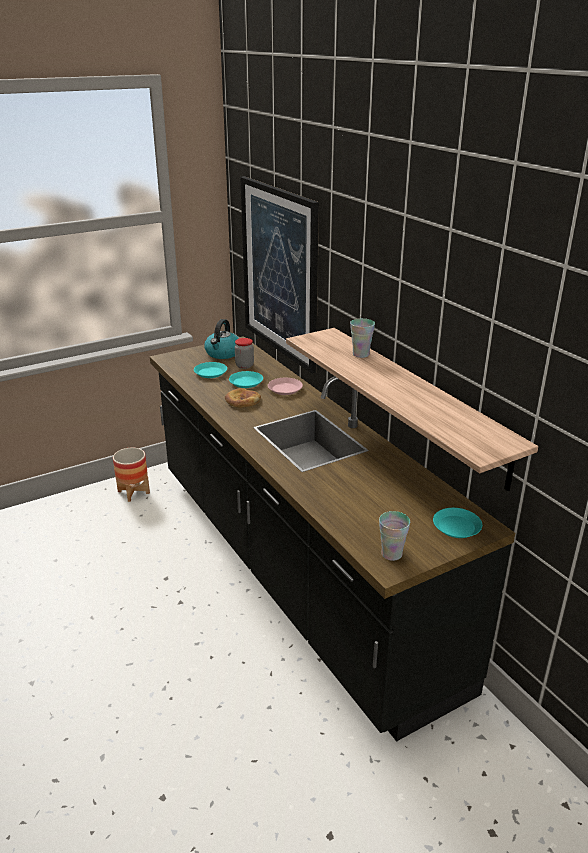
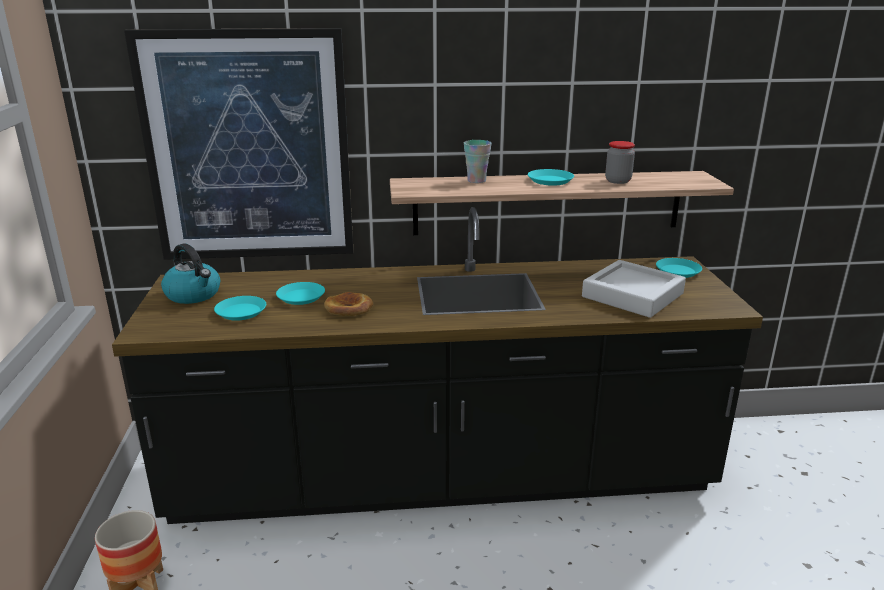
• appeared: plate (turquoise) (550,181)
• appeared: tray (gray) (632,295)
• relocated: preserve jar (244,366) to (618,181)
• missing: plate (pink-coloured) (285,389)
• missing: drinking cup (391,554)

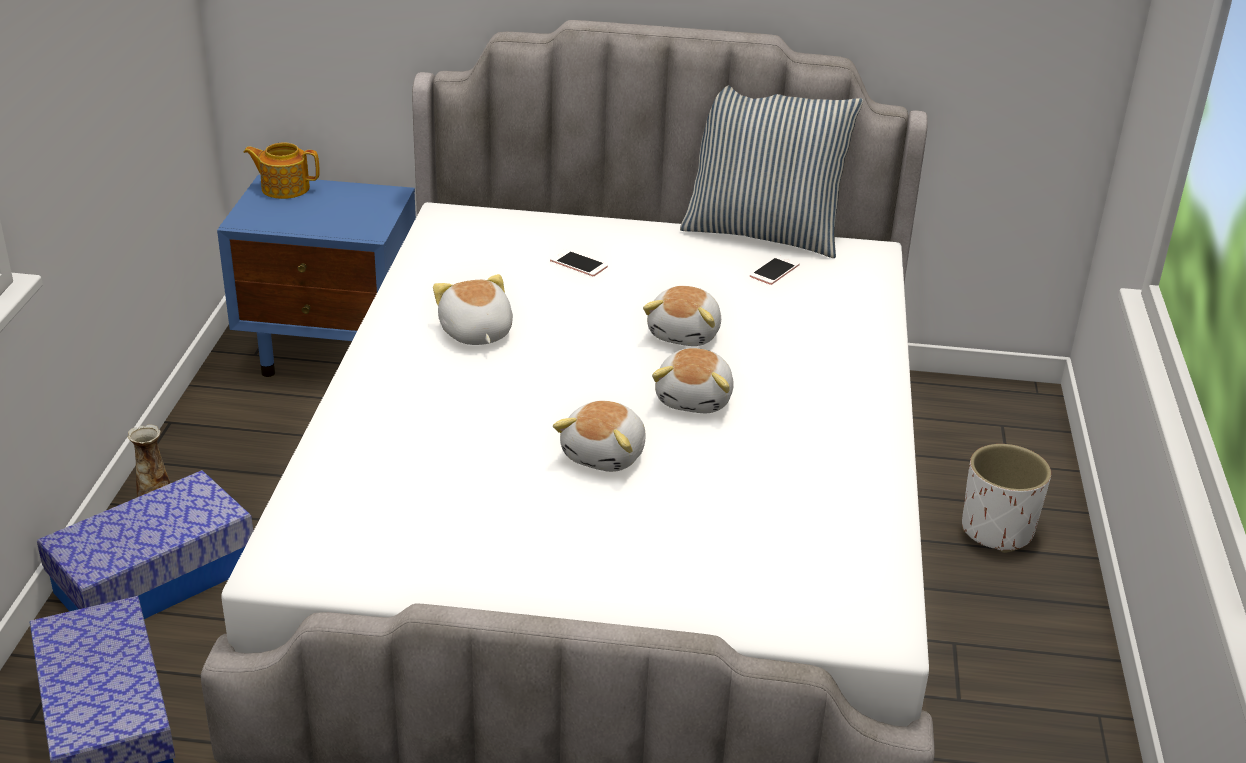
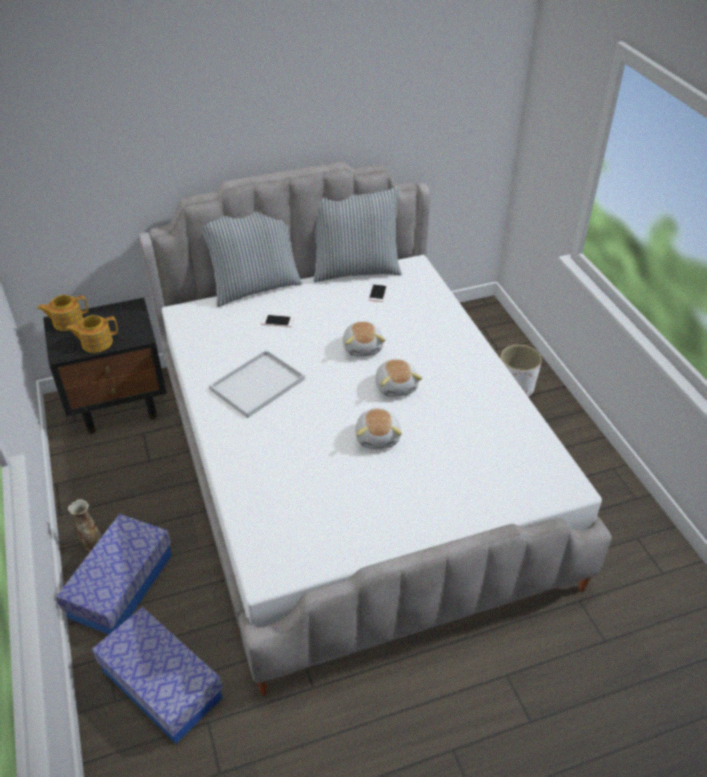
• colour: nightstand (blue-coloured) (333,353) to nightstand (black) (120,404)
• appeared: teapot (96,343)
• appeared: cushion (255,287)
• exchanged: soft toy (475,333) to tray (white-coloured) (256,385)

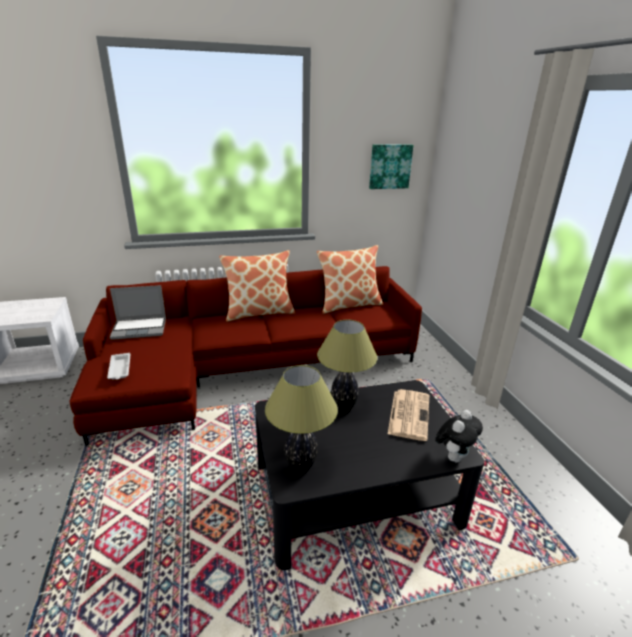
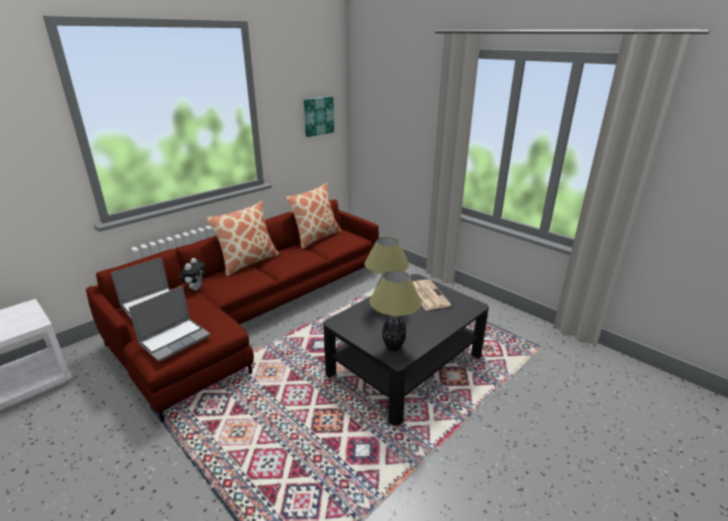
• exchanged: tray (white-coloured) (120,369) to notebook computer (175,339)
• relocated: soft toy (453,456) to (195,288)

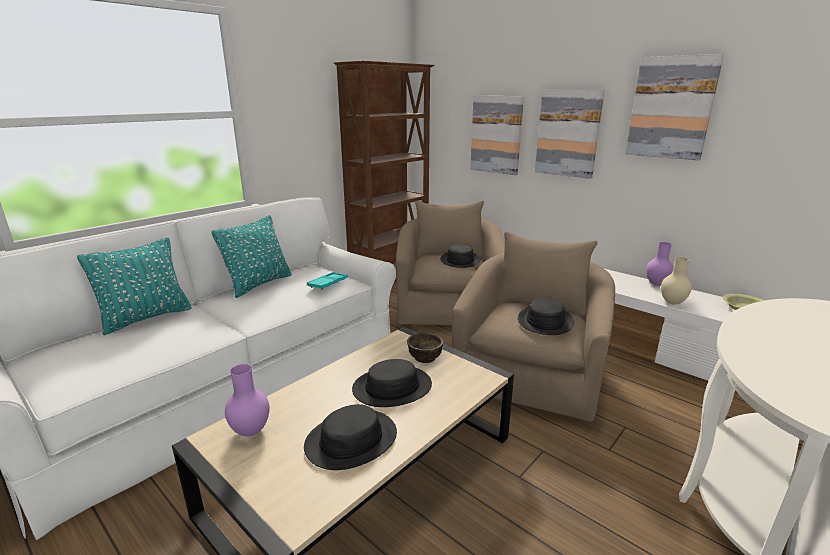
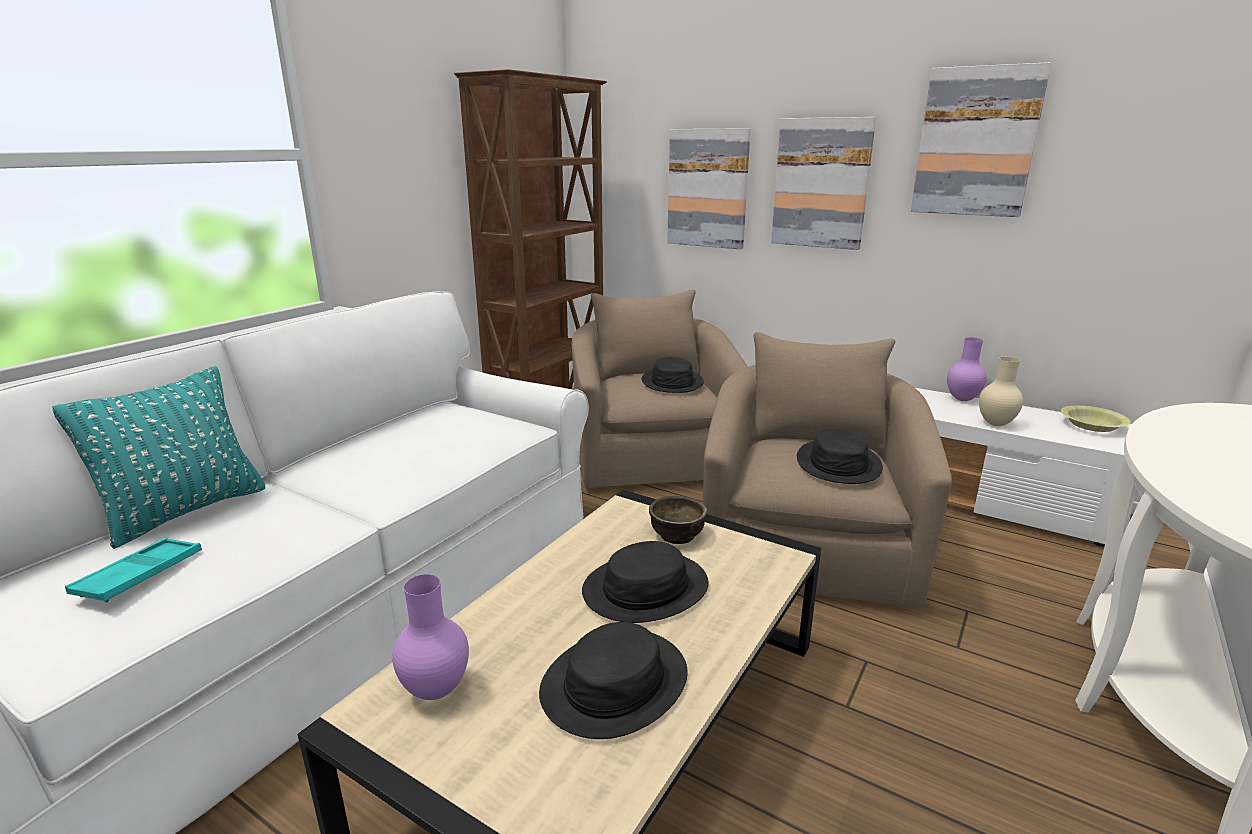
• relocated: tray (turquoise) (328,283) to (140,575)
• missing: cushion (turquoise) (258,284)

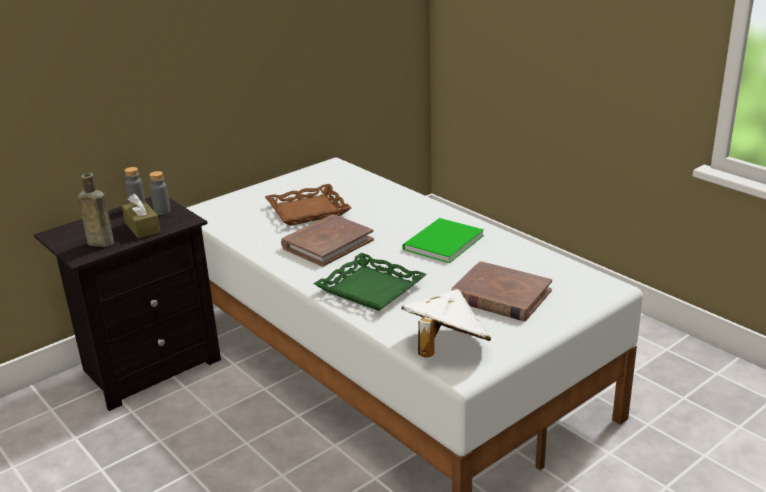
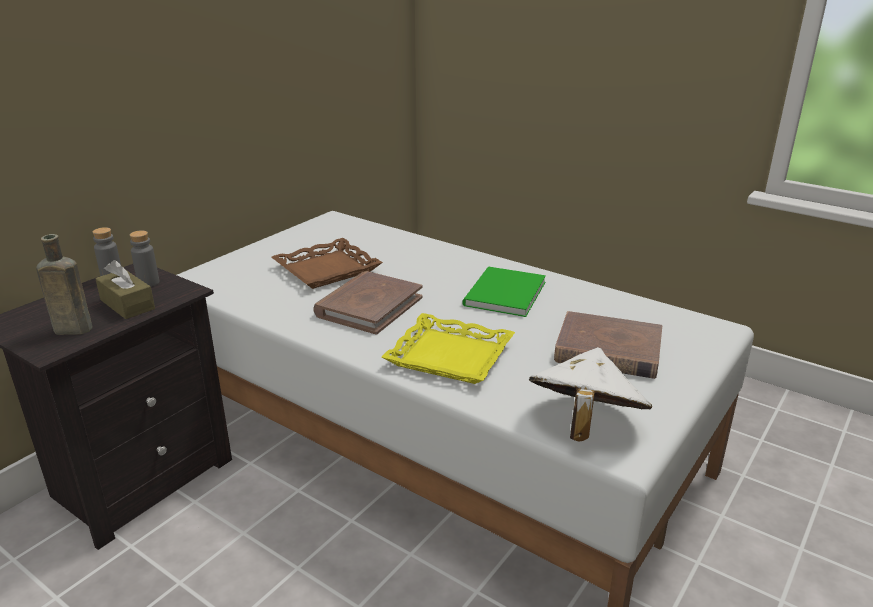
• colour: tray (green-coloured) (370,289) to tray (yellow-coloured) (449,356)

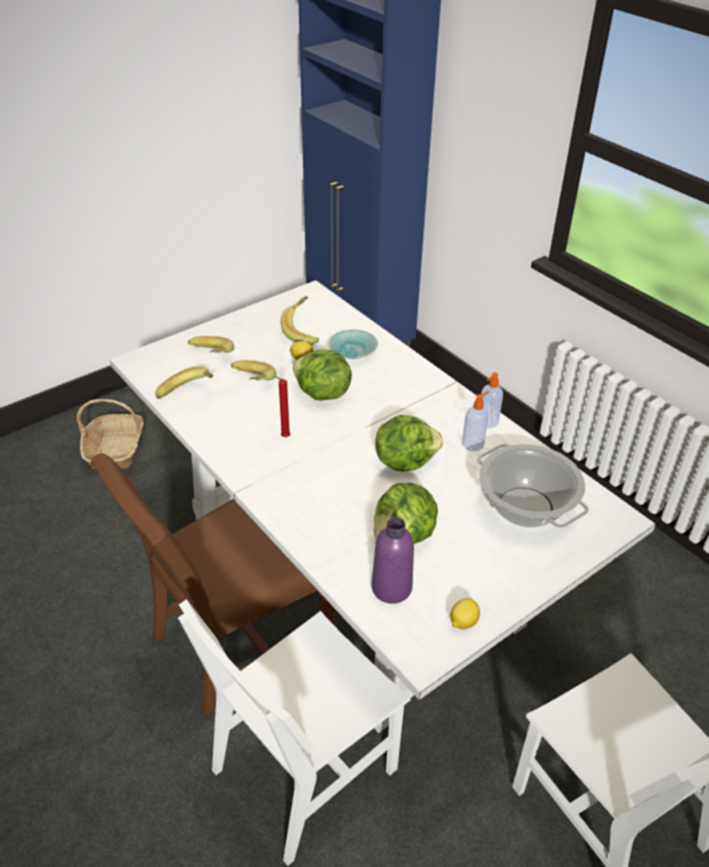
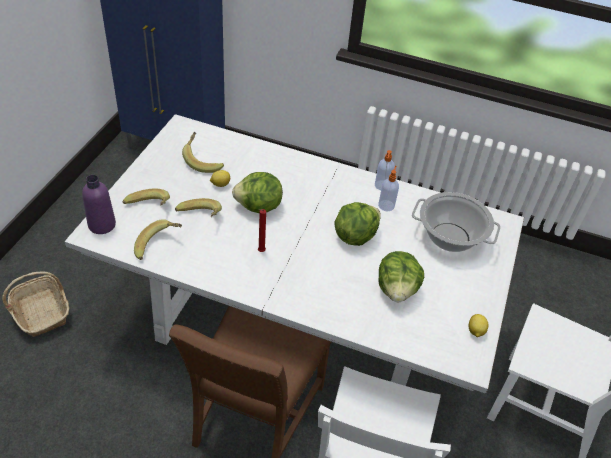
• relocated: bottle (purple) (391,588) to (102,225)
• missing: bowl (turquoise) (351,353)

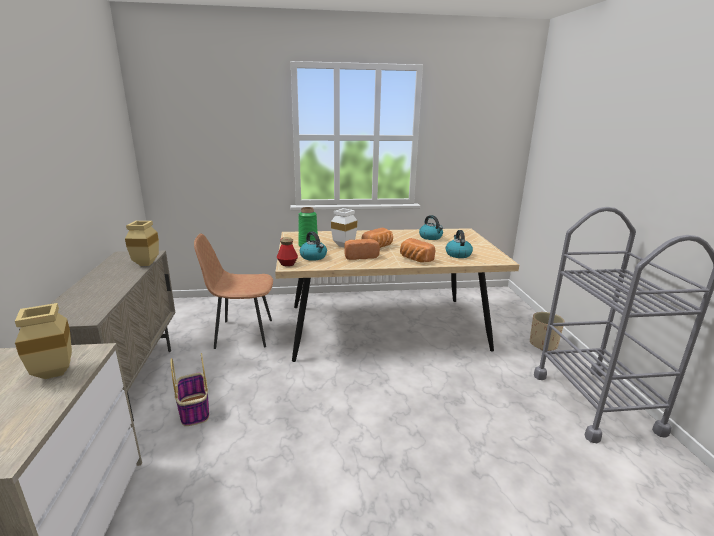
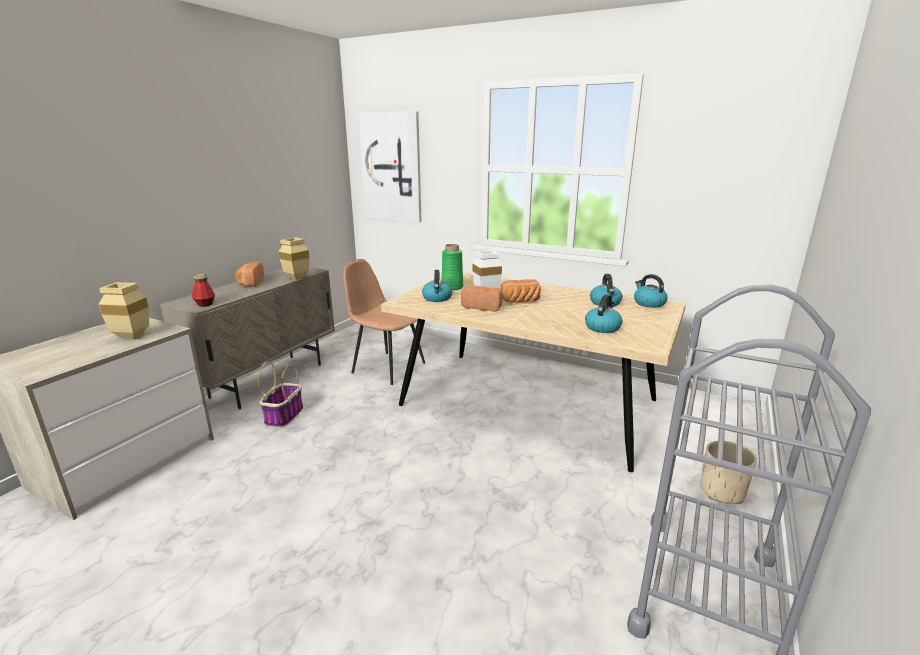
• relocated: bottle (287,264) to (205,304)
• relocated: baked bread (414,259) to (250,283)
• appeared: wall art (392,167)
• appeared: water kettle (648,303)

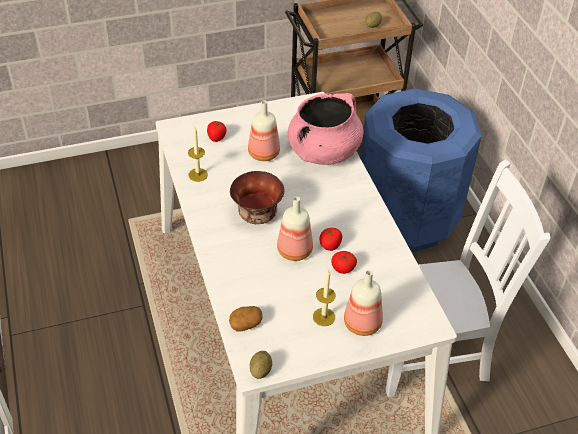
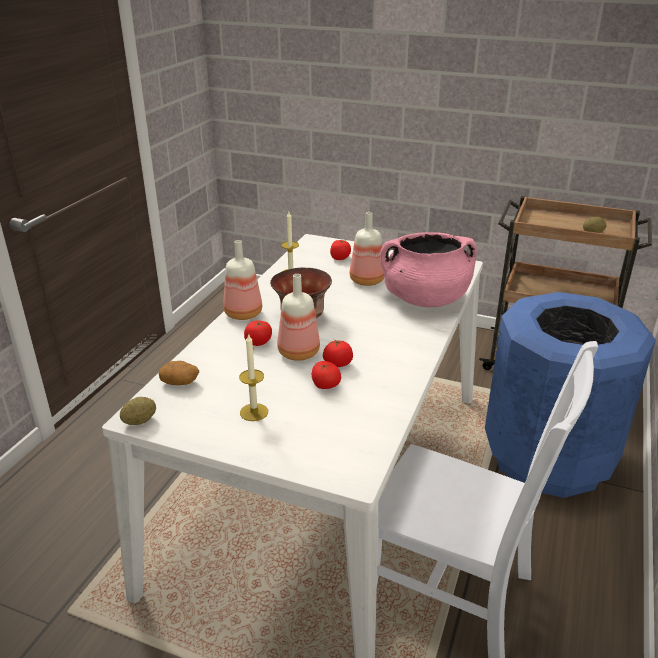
• relocated: bottle (363,323) to (244,314)
• appeared: tomato (258,342)

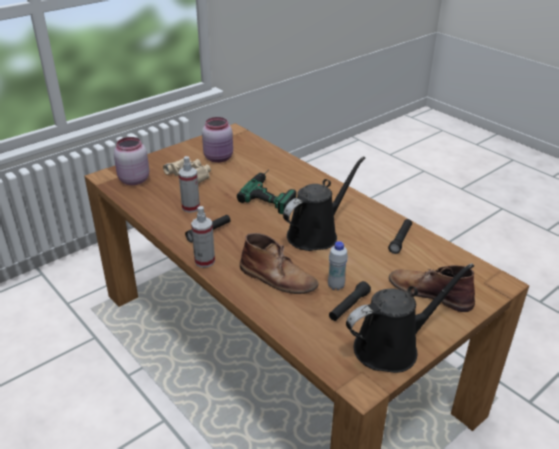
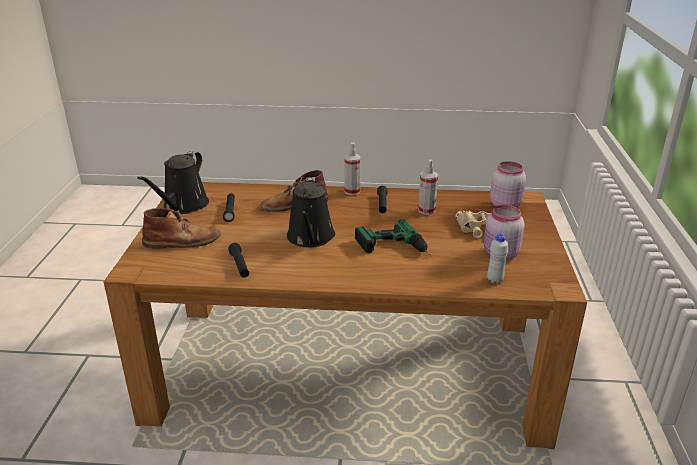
• relocated: bottle (white-coloured) (336,286) to (494,280)

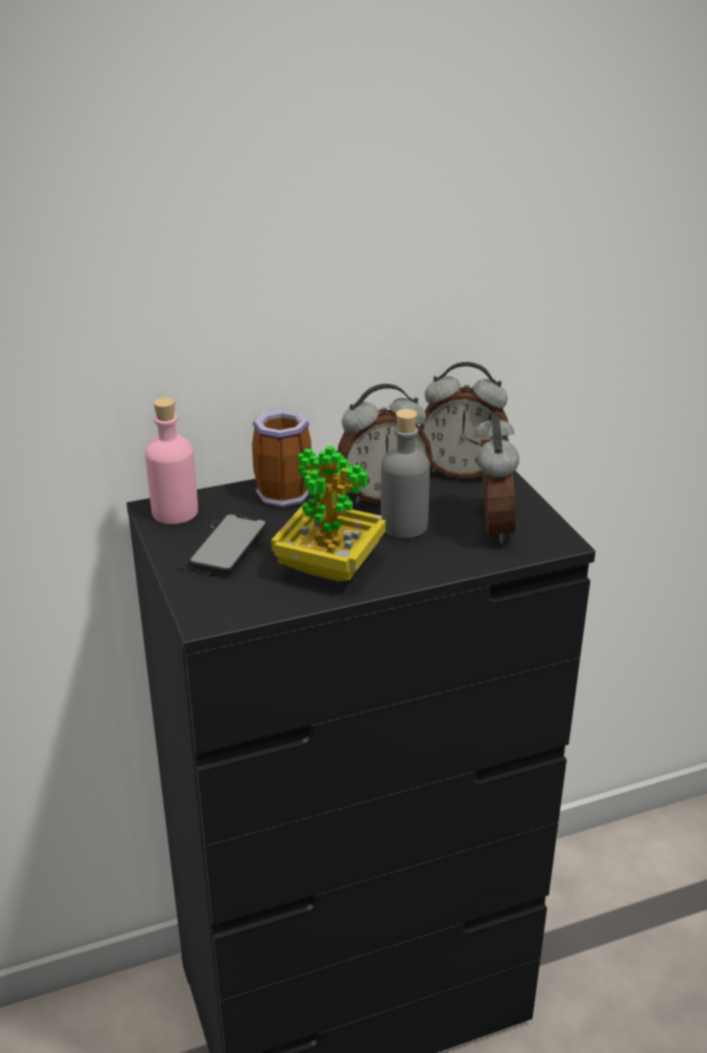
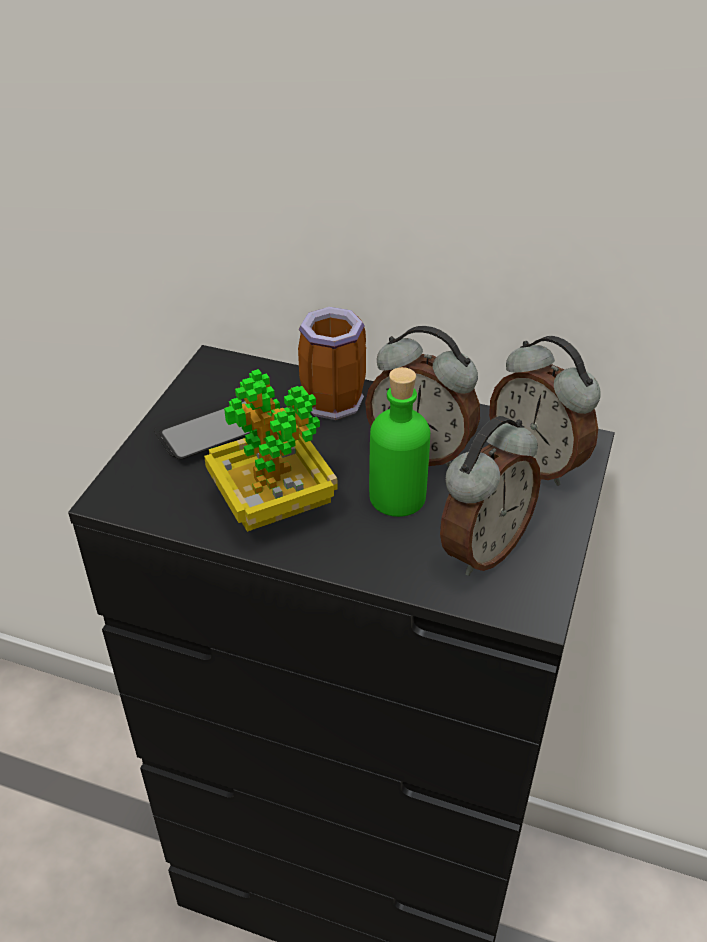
• colour: bottle (gray) (404,526) to bottle (green-coloured) (397,497)
• missing: bottle (pink-coloured) (175,512)

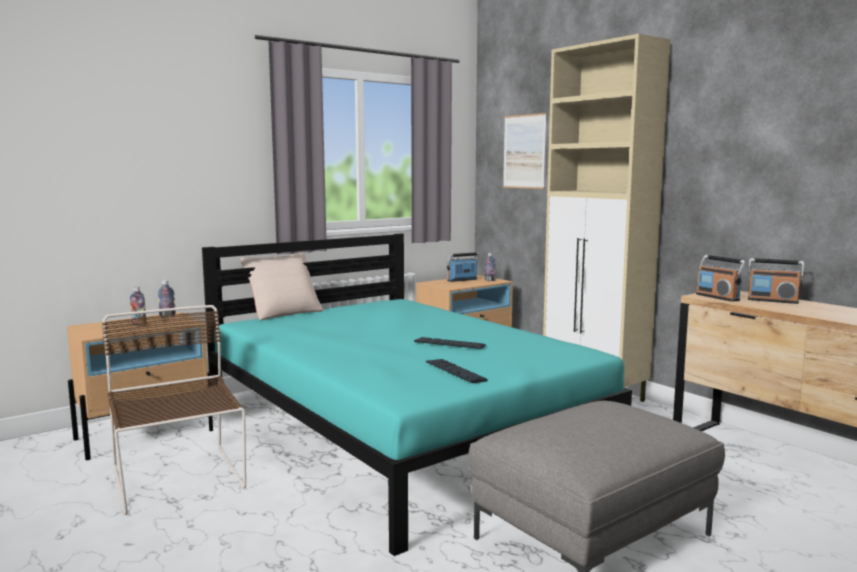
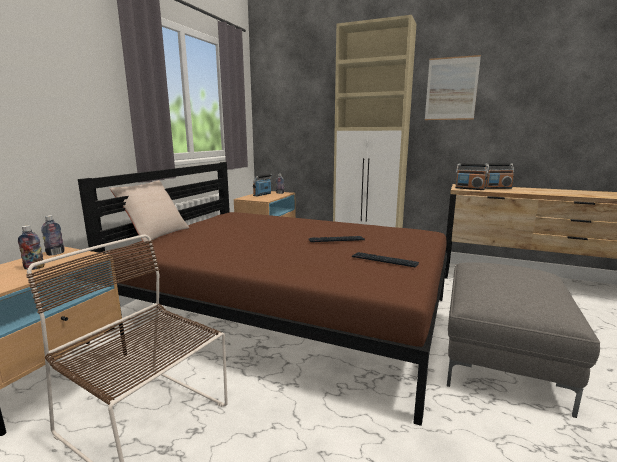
• colour: bed (turquoise) (400,432) to bed (brownish) (289,313)
• relocated: wall art (524,151) to (451,89)

